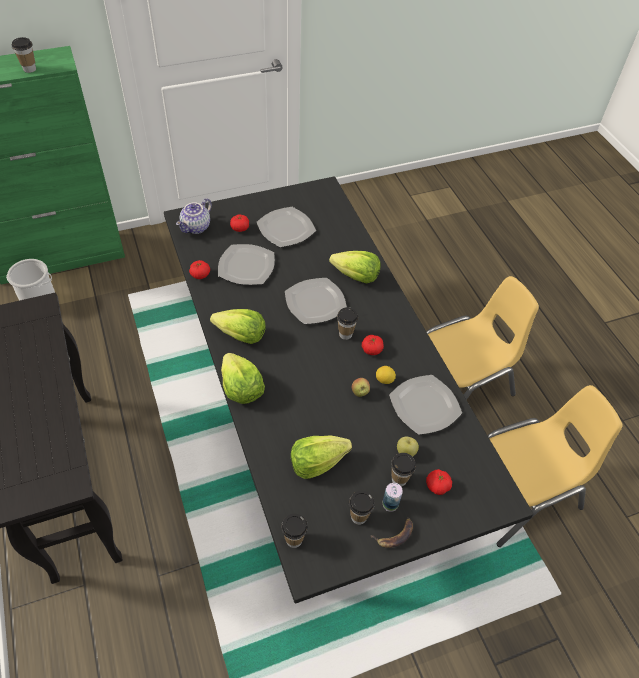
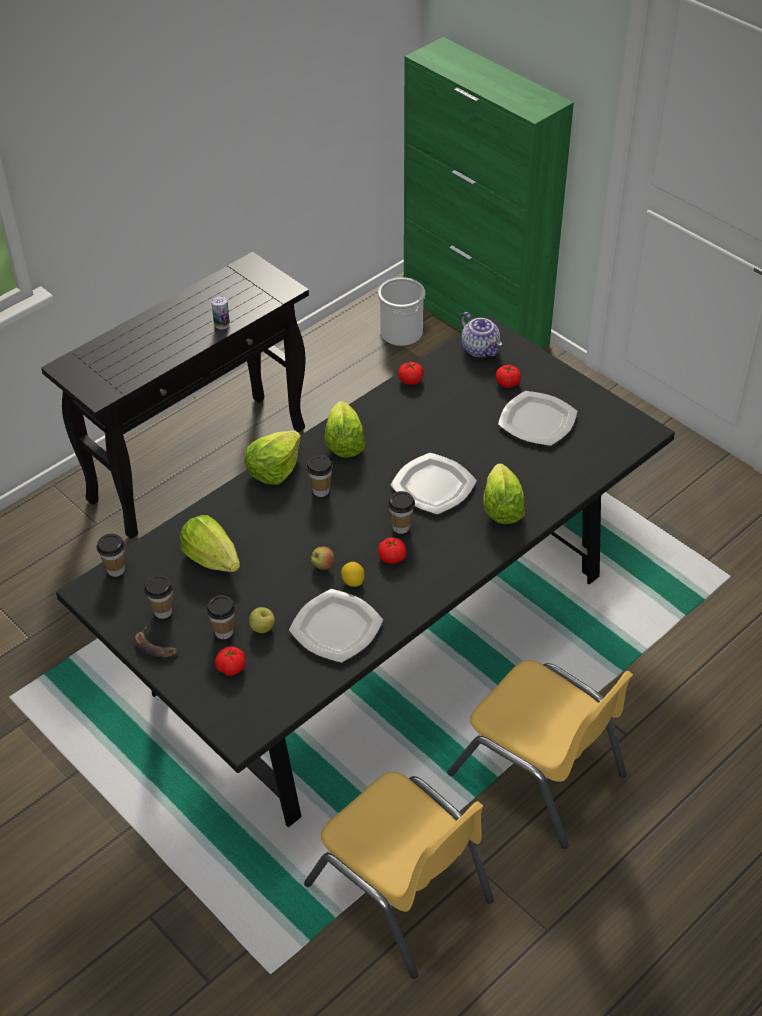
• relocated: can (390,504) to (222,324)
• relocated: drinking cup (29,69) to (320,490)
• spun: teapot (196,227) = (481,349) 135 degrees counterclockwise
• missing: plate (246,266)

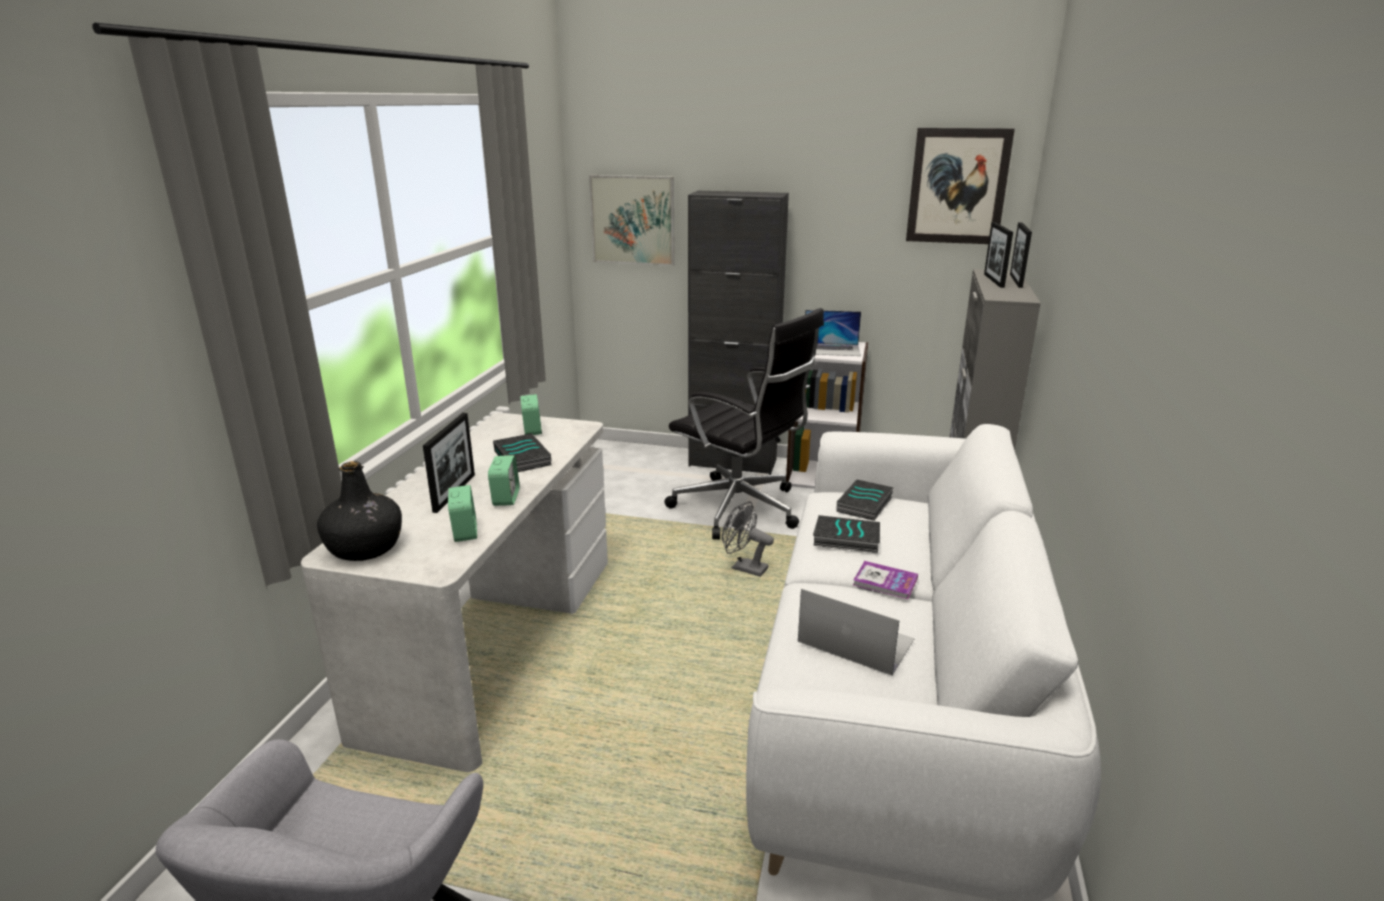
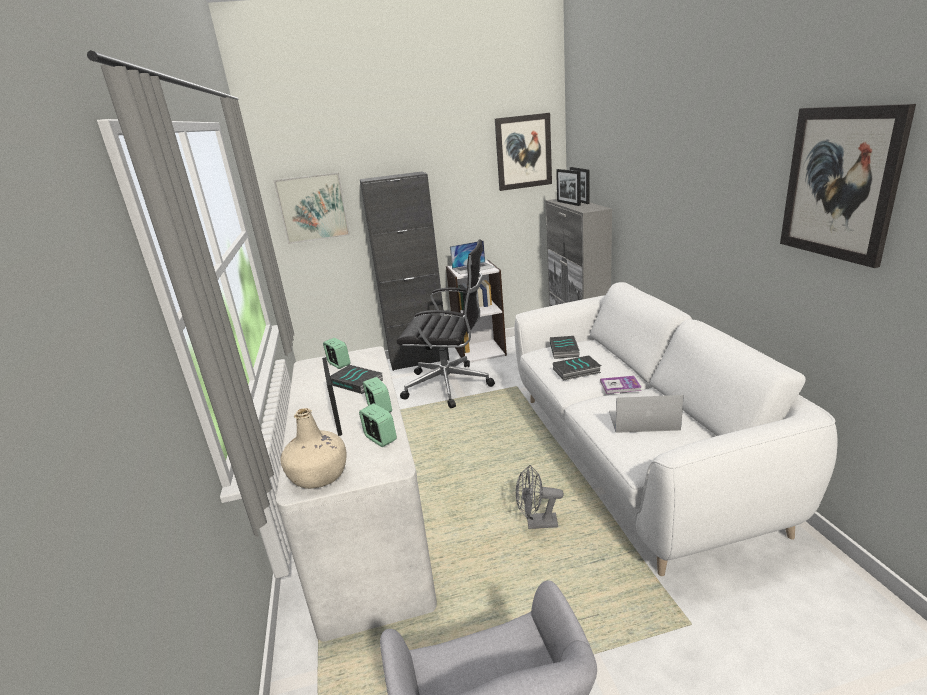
• colour: bottle (black) (366,547) to bottle (sand-coloured) (319,475)
• relocated: fan (gray) (744,568) to (536,523)
• appeared: wall art (840,183)

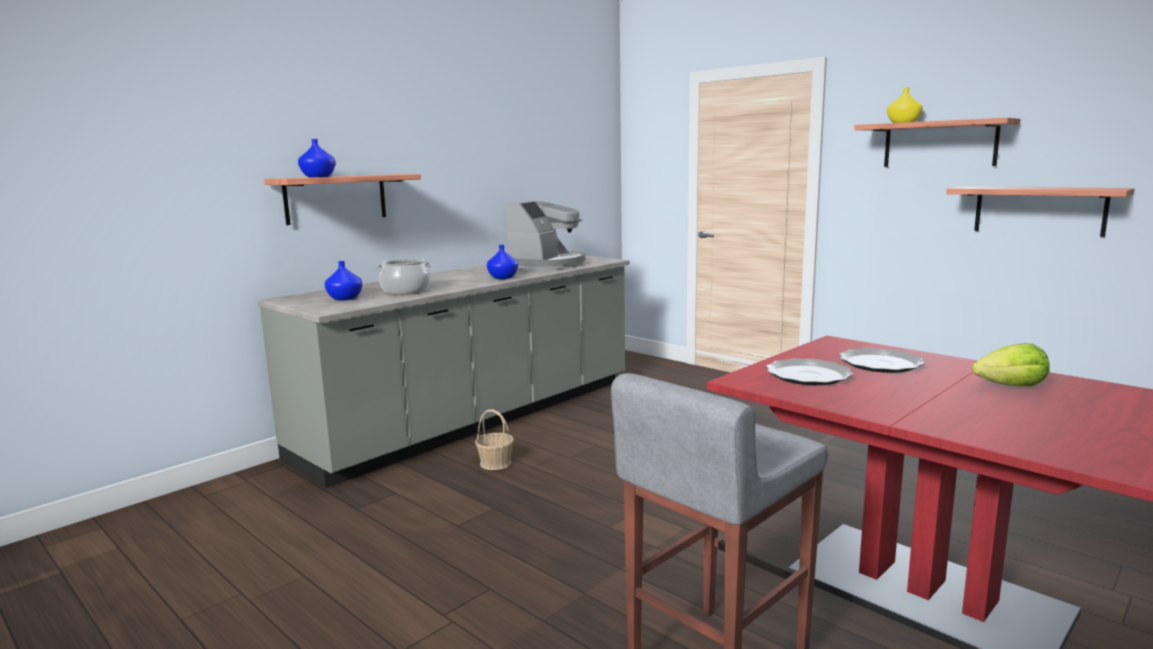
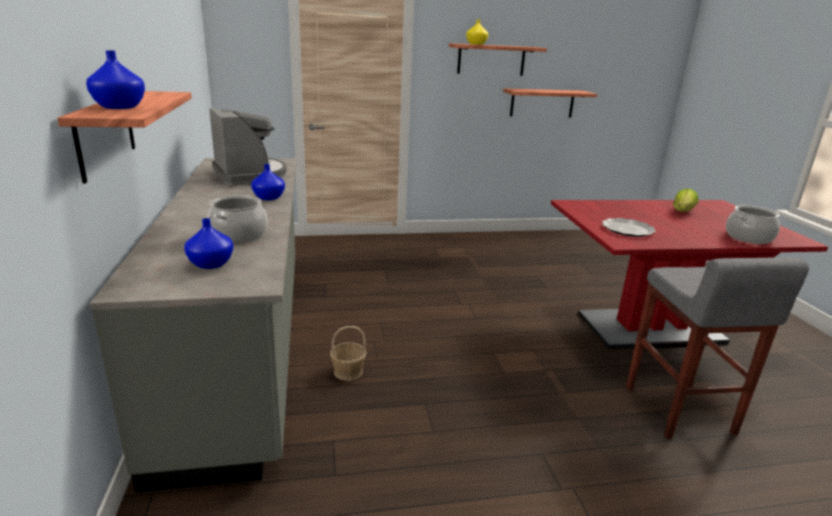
• appeared: saucepot (748,237)
• missing: plate (880,363)

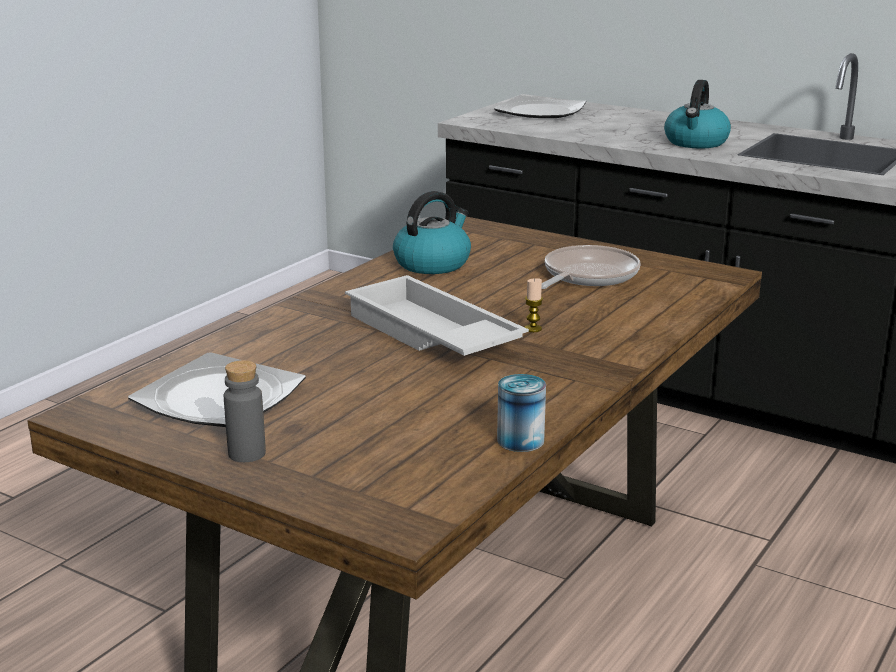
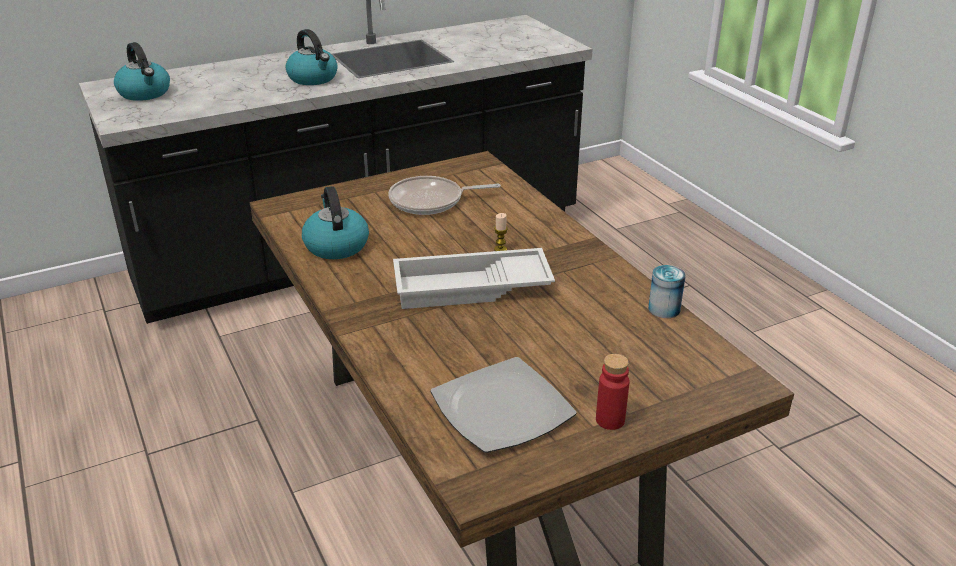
• exchanged: plate (541,111) to water kettle (145,93)
• spun: skillet (587,276) = (431,201) 75 degrees counterclockwise
• colour: bottle (gray) (247,453) to bottle (red) (610,420)

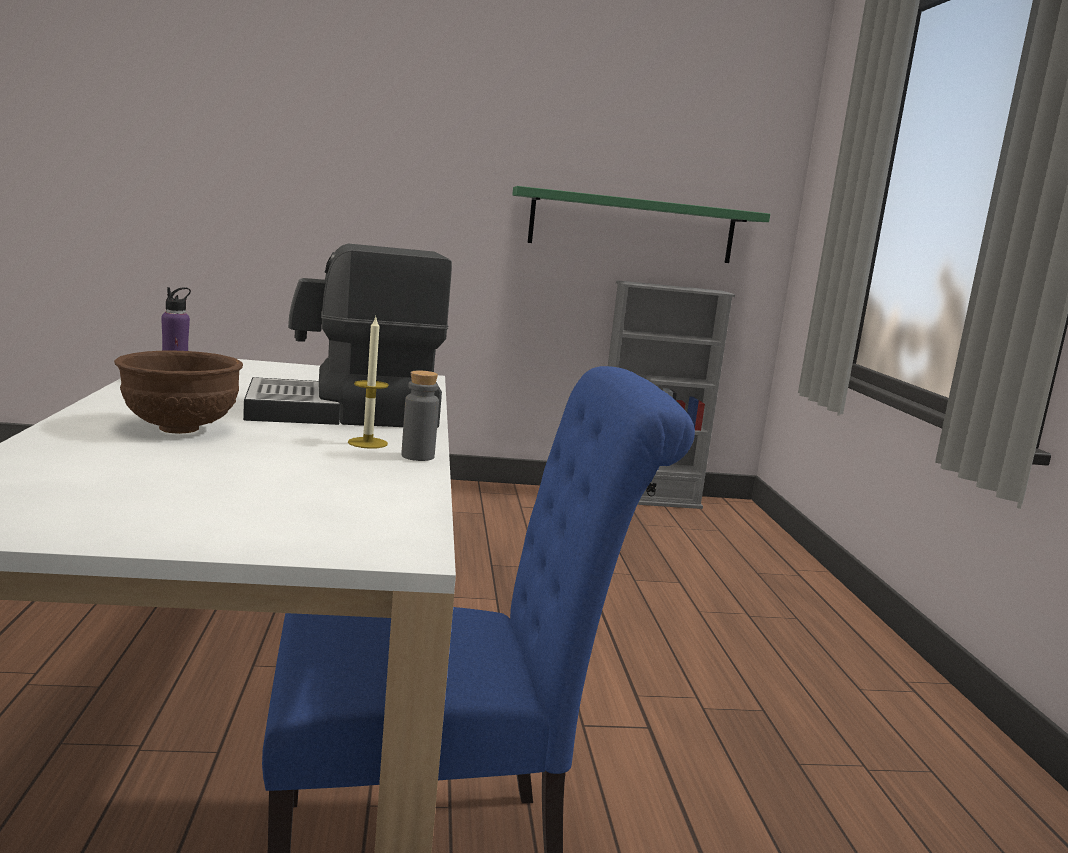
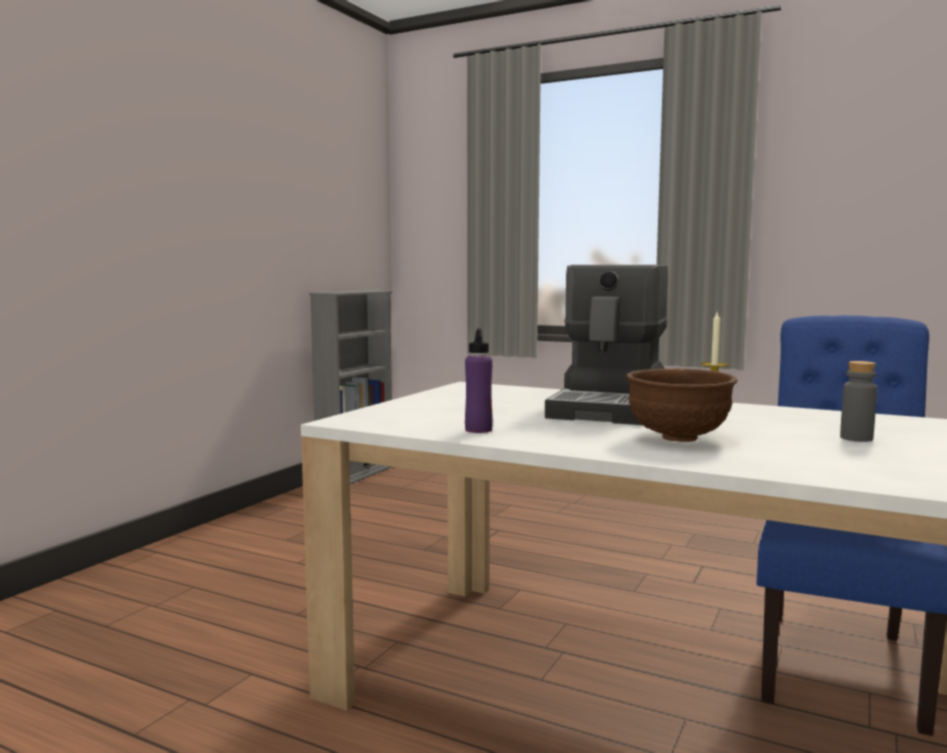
• relocated: bottle (gray) (417,456) to (856,438)
• missing: shelf (green-coloured) (632,226)

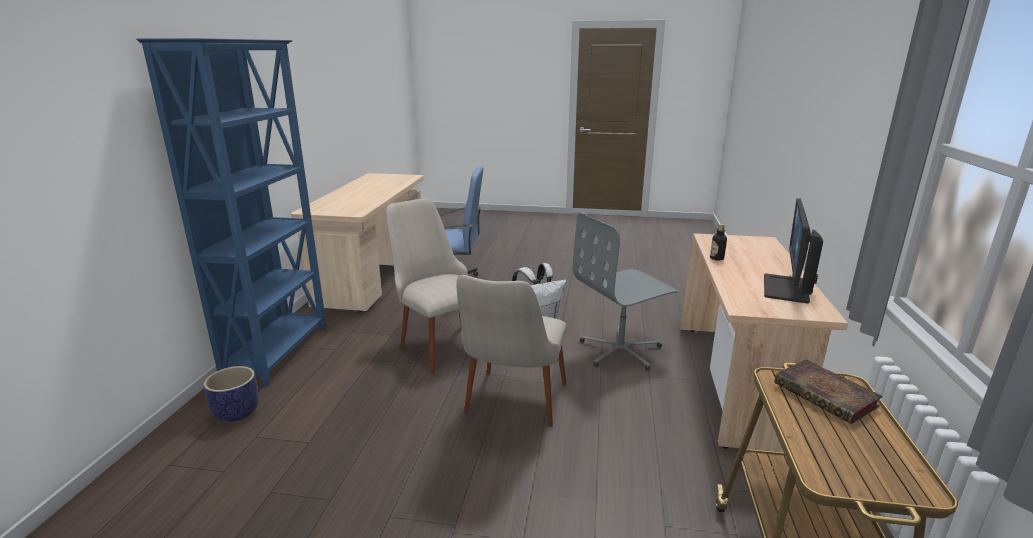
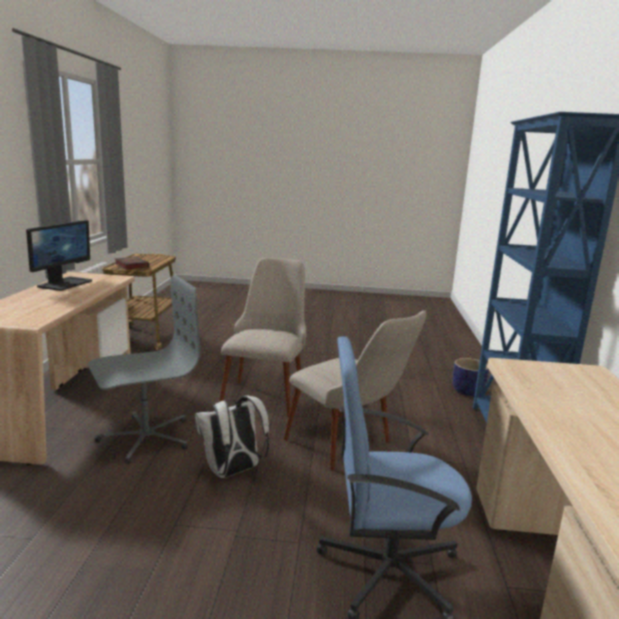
• missing: bottle (716,258)

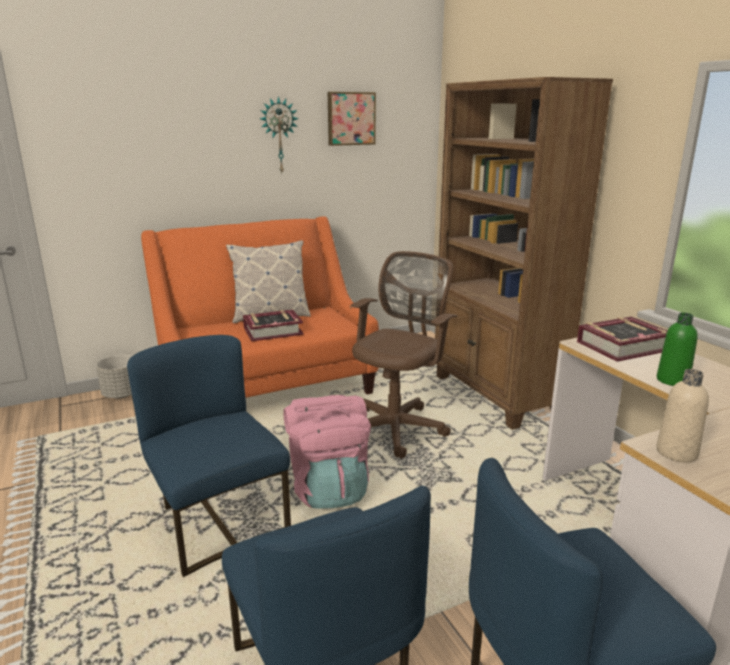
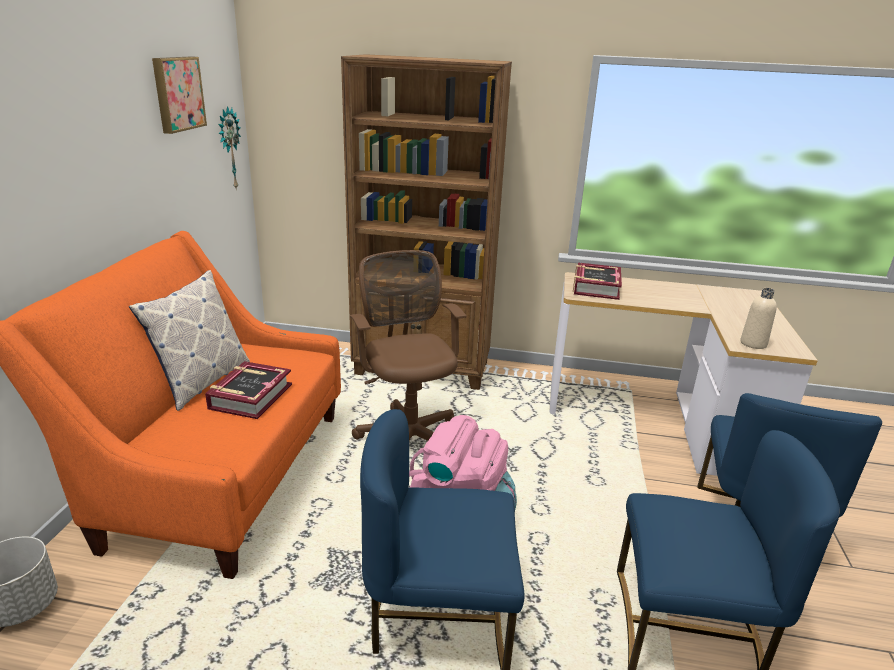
• relocated: wall clock (279,136) to (228,149)
• missing: bottle (green-coloured) (672,380)

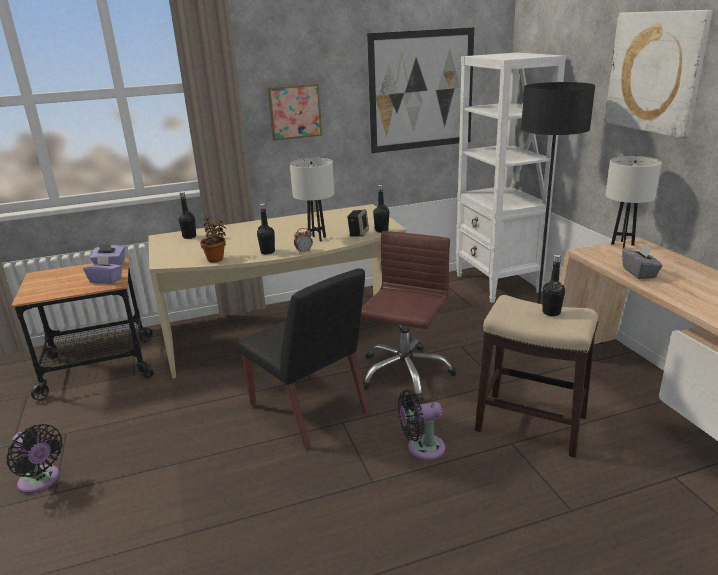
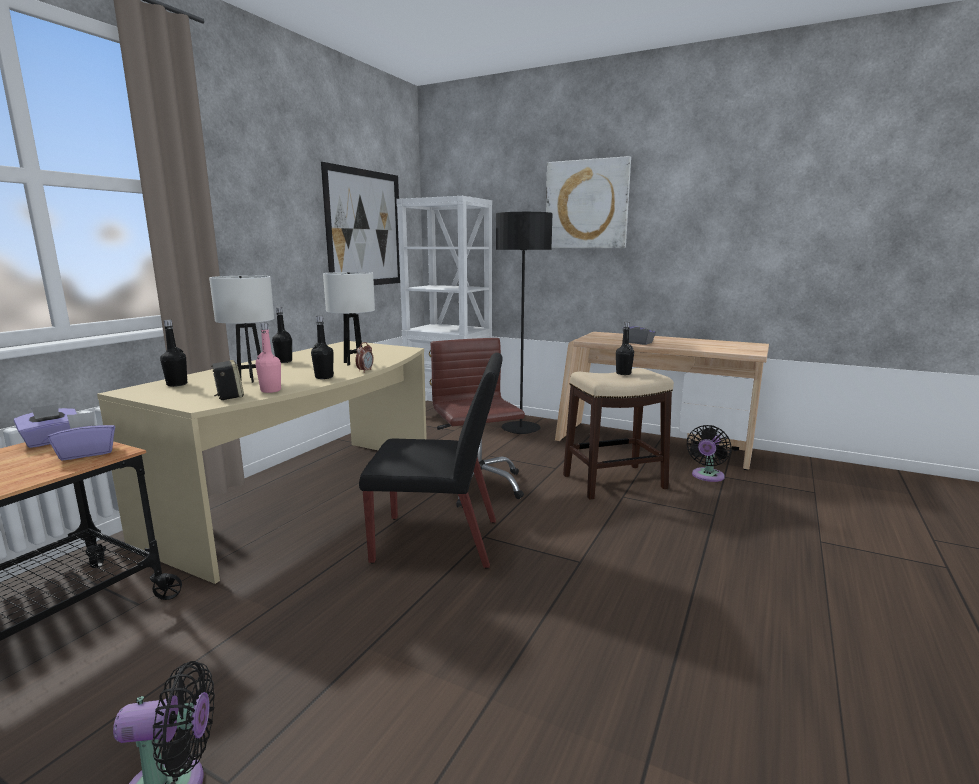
• relocated: table lamp (white-coloured) (622,244) to (252,379)
• relocated: audio speaker (358,233) to (229,396)
• exchanged: potted plant (216,258) to bottle (pink-coloured) (271,390)
• relocated: bottle (black) (381,230) to (284,361)
• relocated: fan (black) (422,448) to (707,476)
• missing: wall art (294,111)

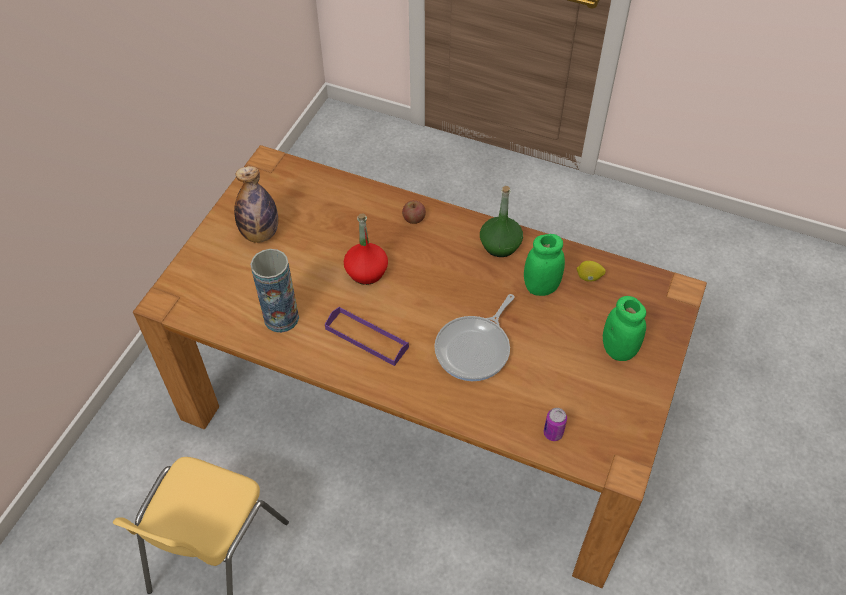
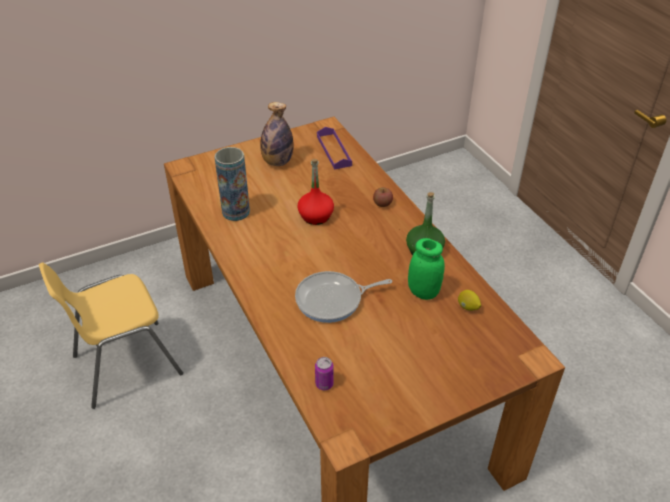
• relocated: tray (purple) (366,338) to (334,151)
• missing: preserve jar (green-coloured) (618,350)

